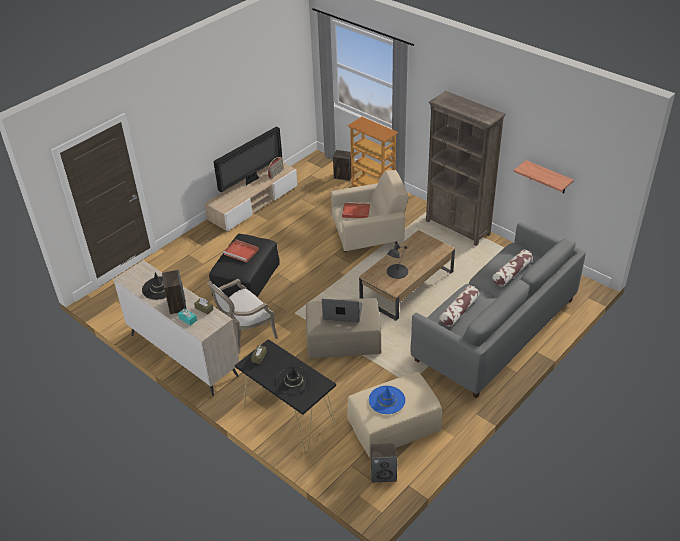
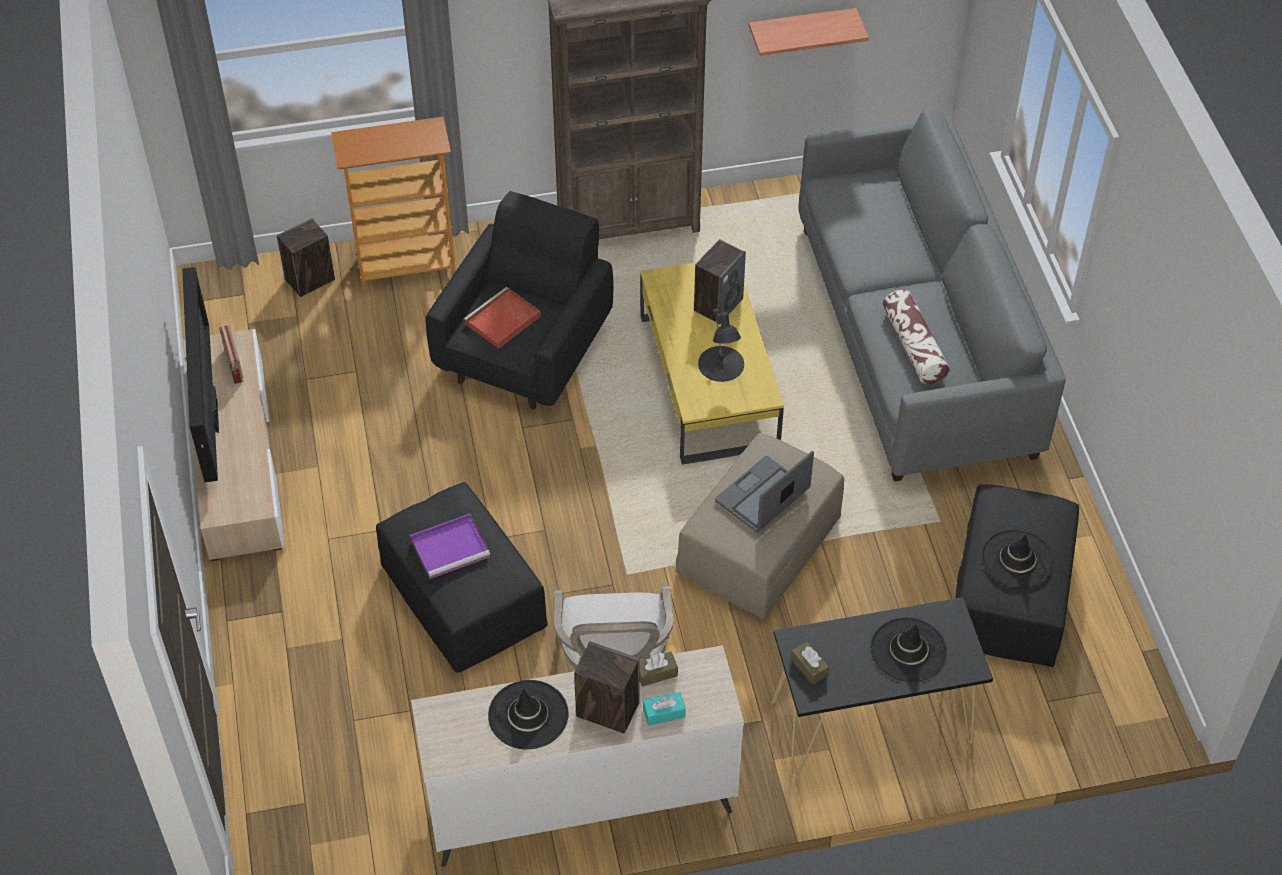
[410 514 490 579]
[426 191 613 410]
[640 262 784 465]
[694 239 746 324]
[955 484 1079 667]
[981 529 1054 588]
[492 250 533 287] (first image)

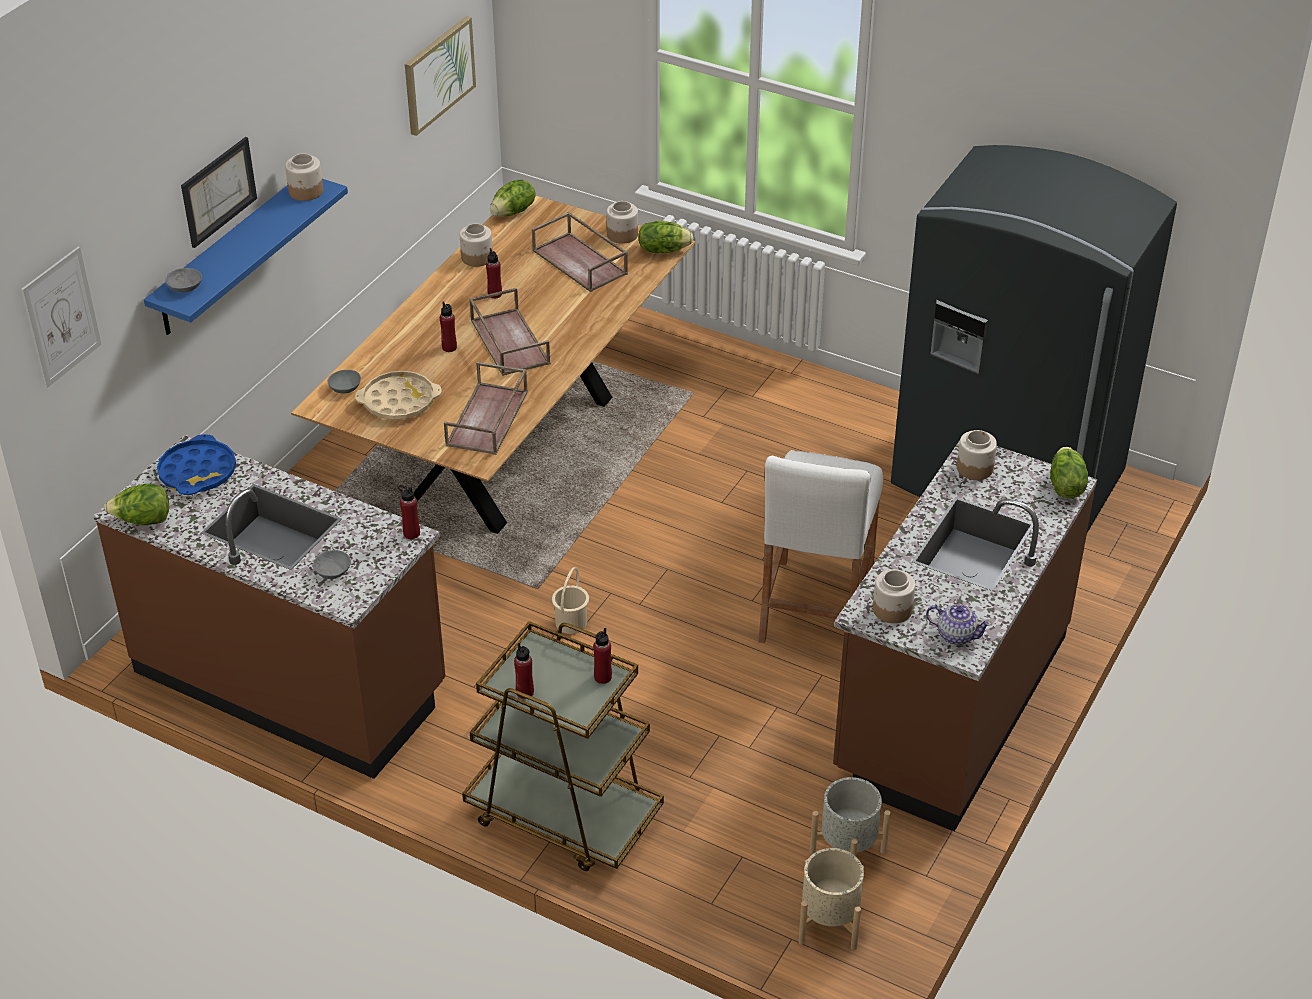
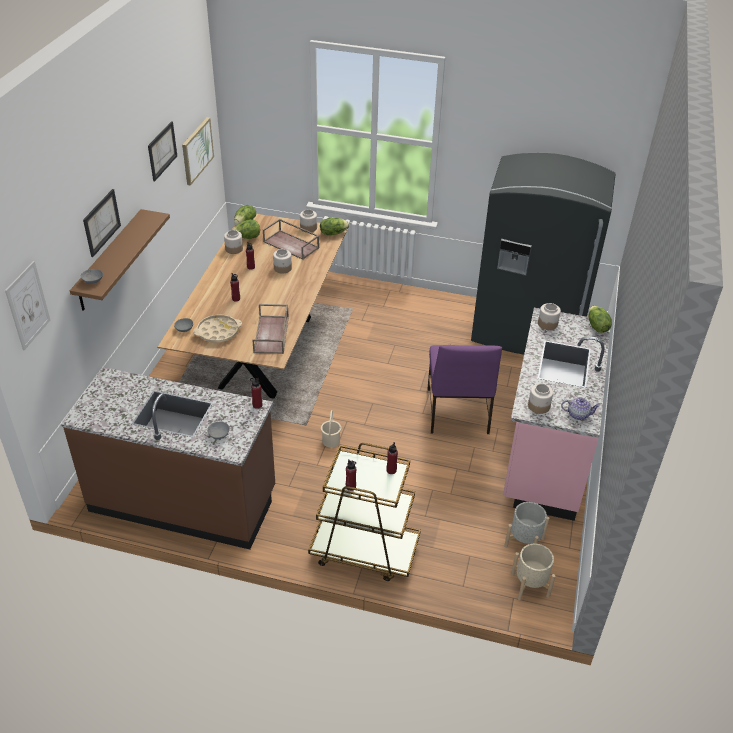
[70 209 170 311]
[148 121 177 181]
[232 219 260 239]
[273 249 292 273]
[427 345 502 434]
[503 308 610 521]
[157 434 236 495] (first image)
[469 288 550 376] (first image)

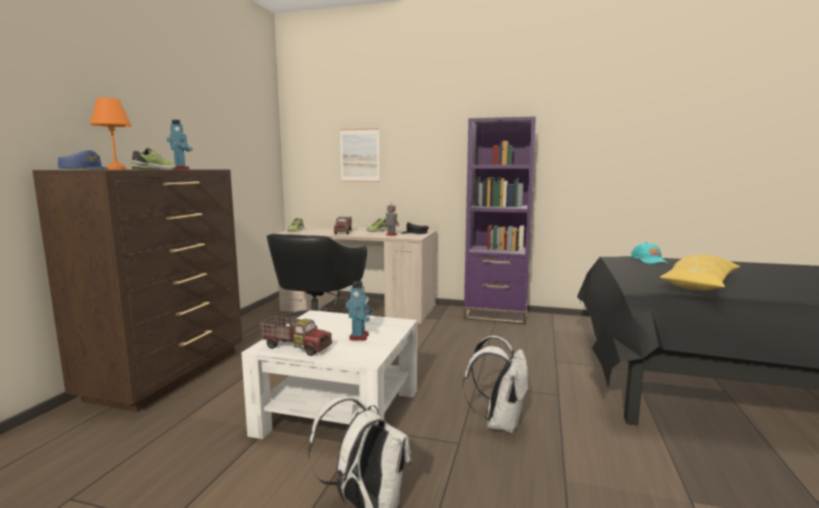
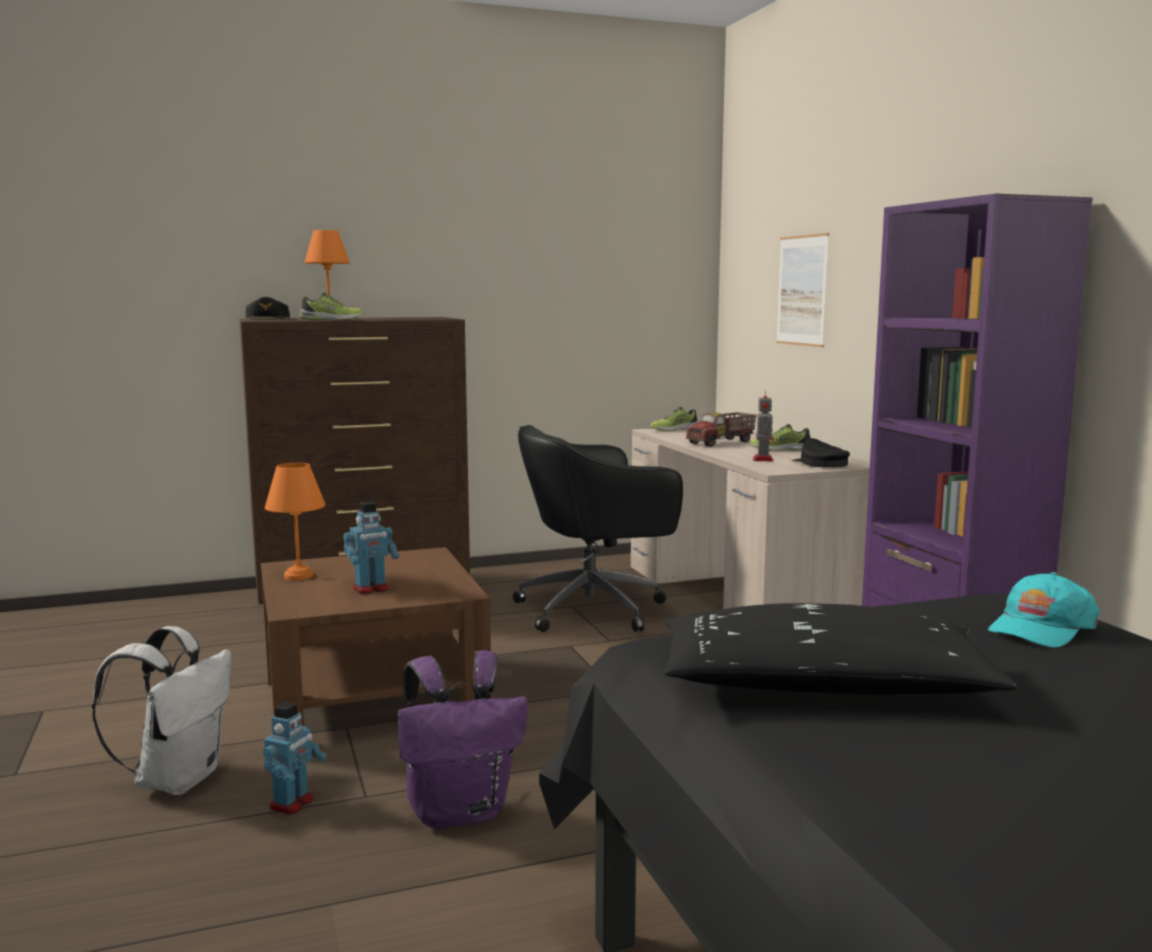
[246 297 290 320]
[261 547 492 726]
[263 702 327 814]
[265 463 325 580]
[398 650 528 829]
[664 603 1018 694]

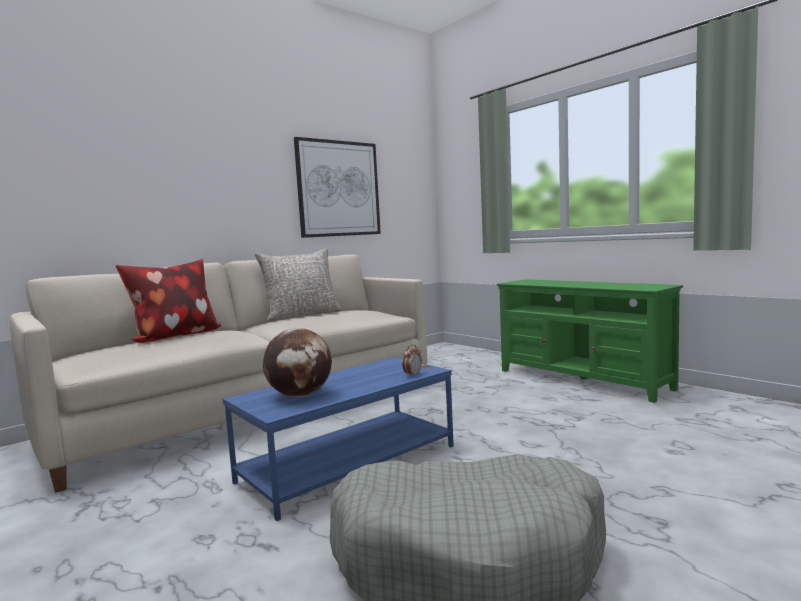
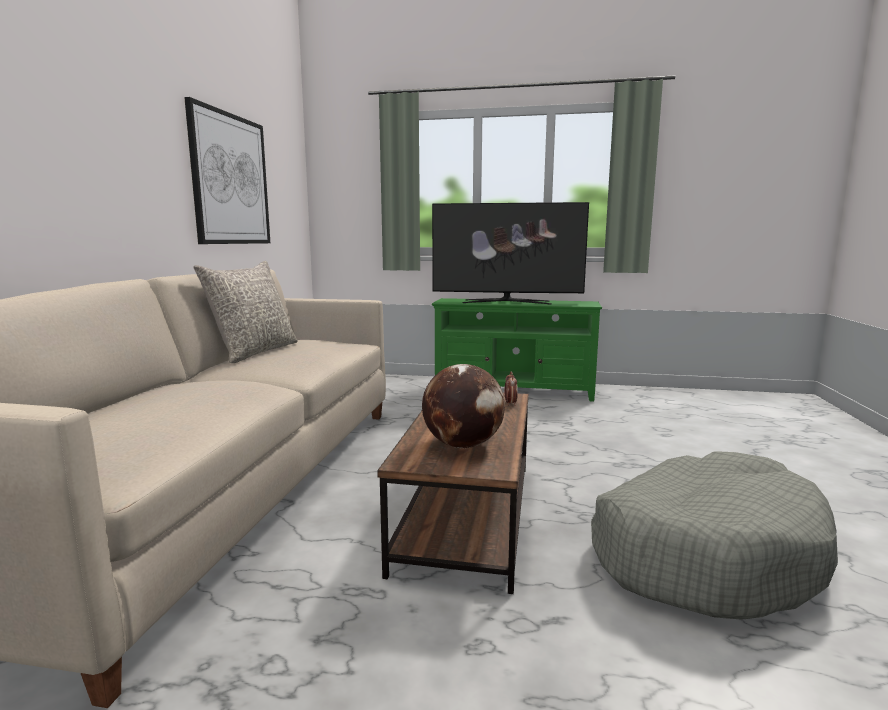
[377 393 529 594]
[432 202 589 305]
[116 259 221 343] (first image)

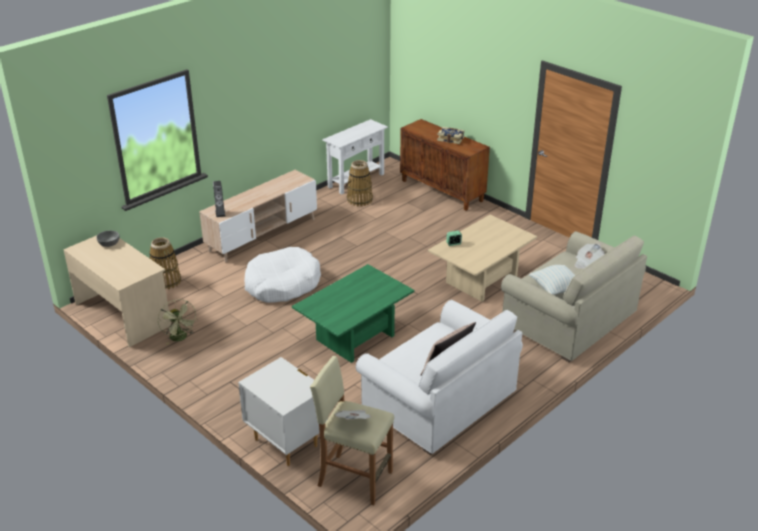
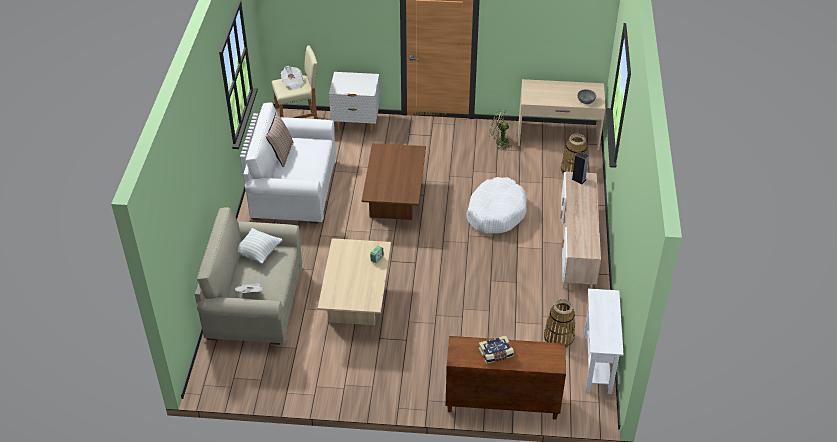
[362 143 426 220]

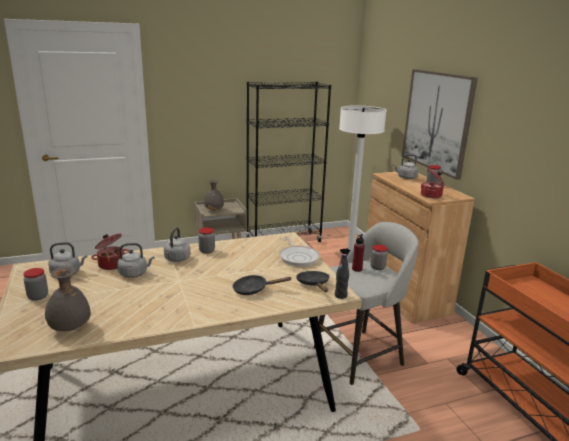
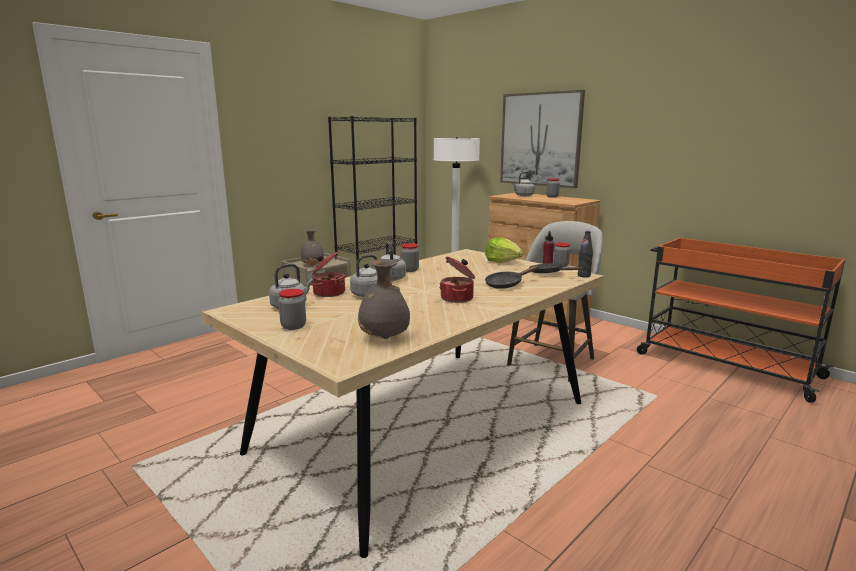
[439 256 475 303]
[485 237 523 263]

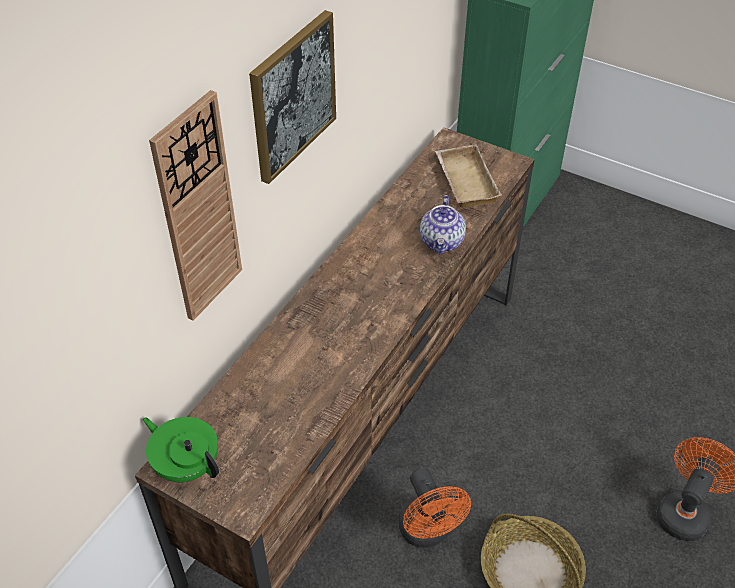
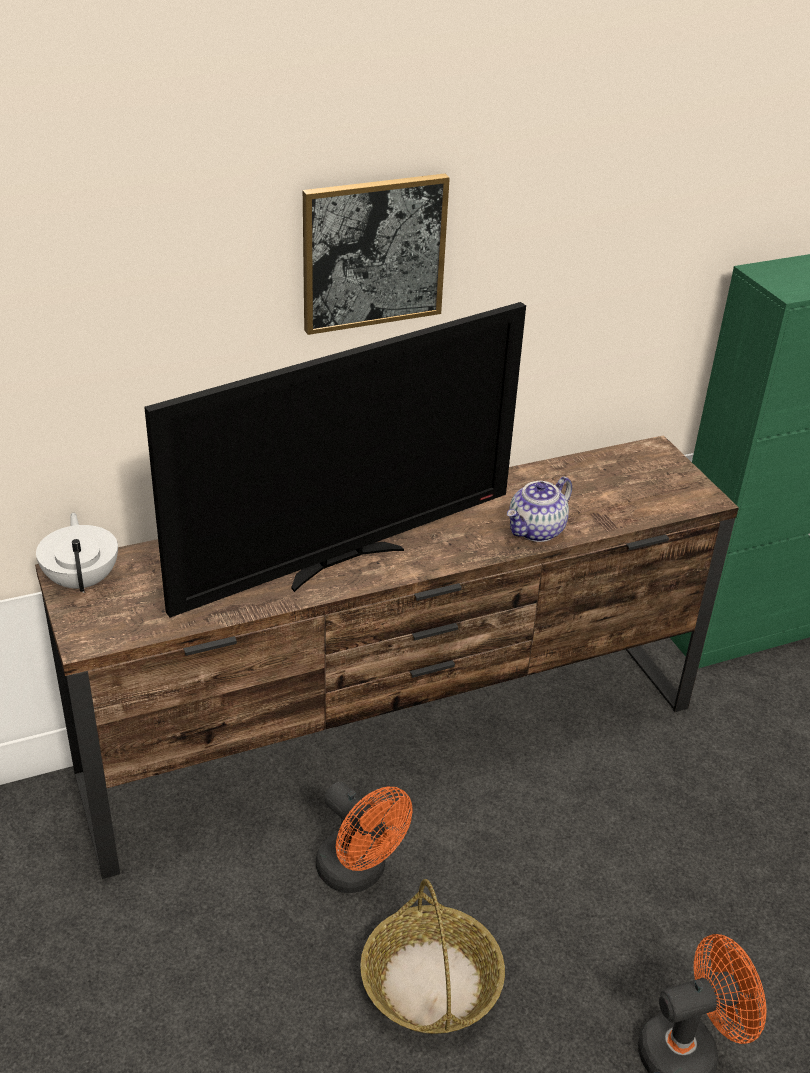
[36 513 118 593]
[144 302 526 618]
[316 782 413 893]
[149 90 242 321] (first image)
[435 144 502 208] (first image)

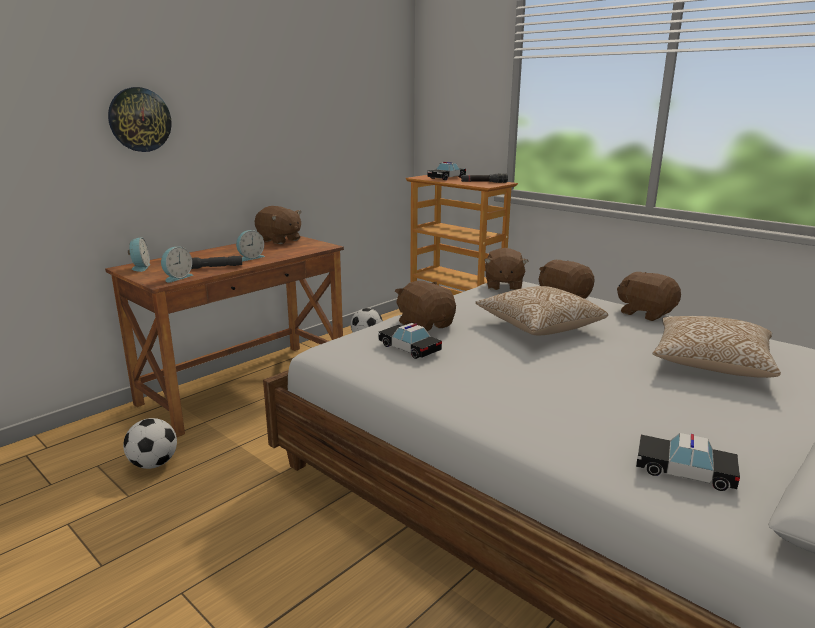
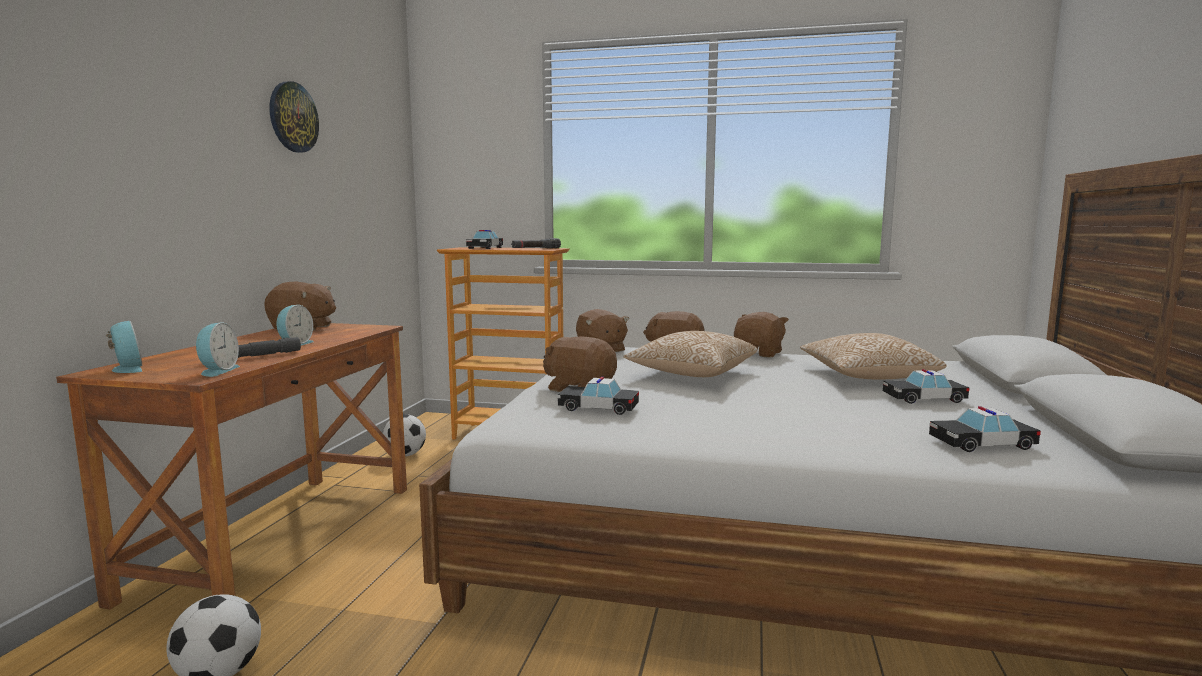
[269 81 319 153]
[734 312 789 358]
[883 369 970 404]

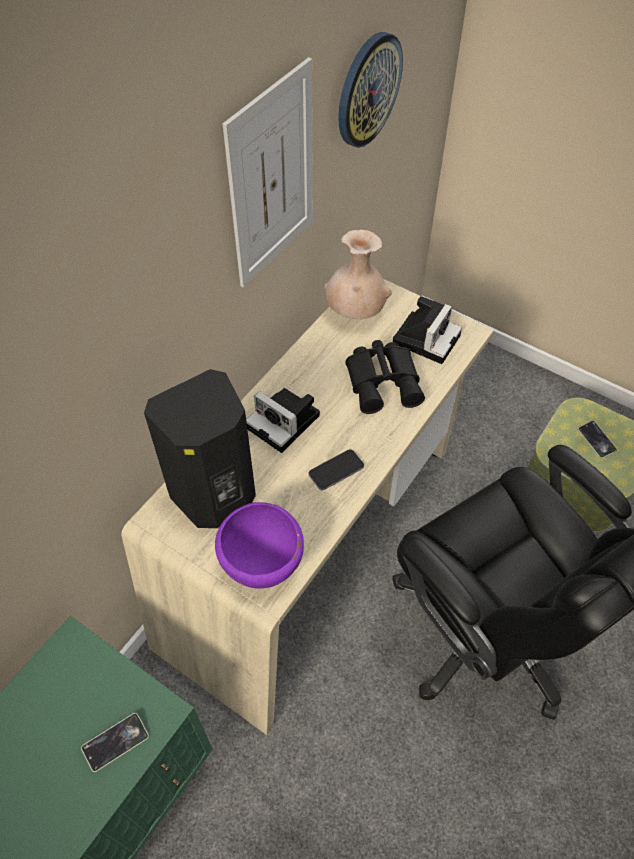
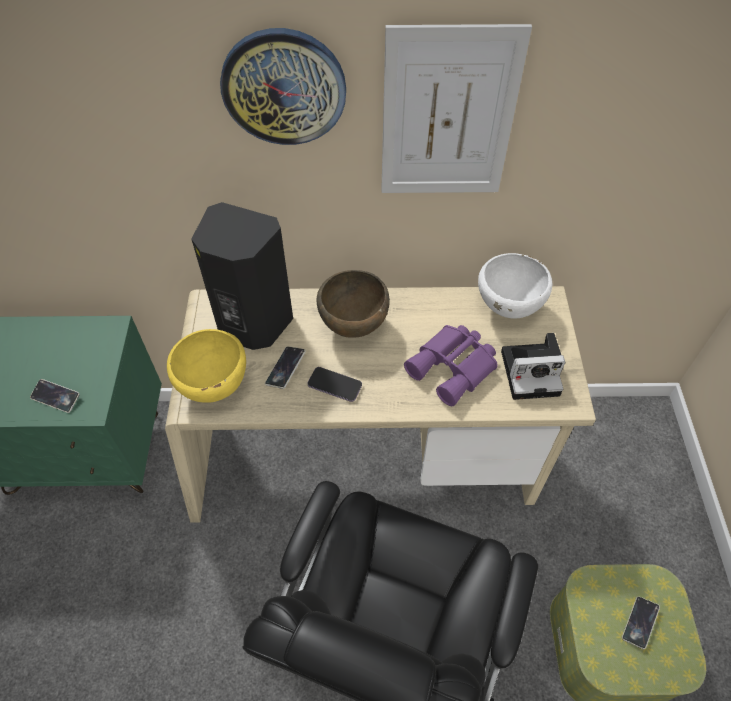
[167 329 246 403]
[220 28 346 145]
[265 346 306 389]
[317 270 390 338]
[404 325 498 406]
[478 253 552 319]

